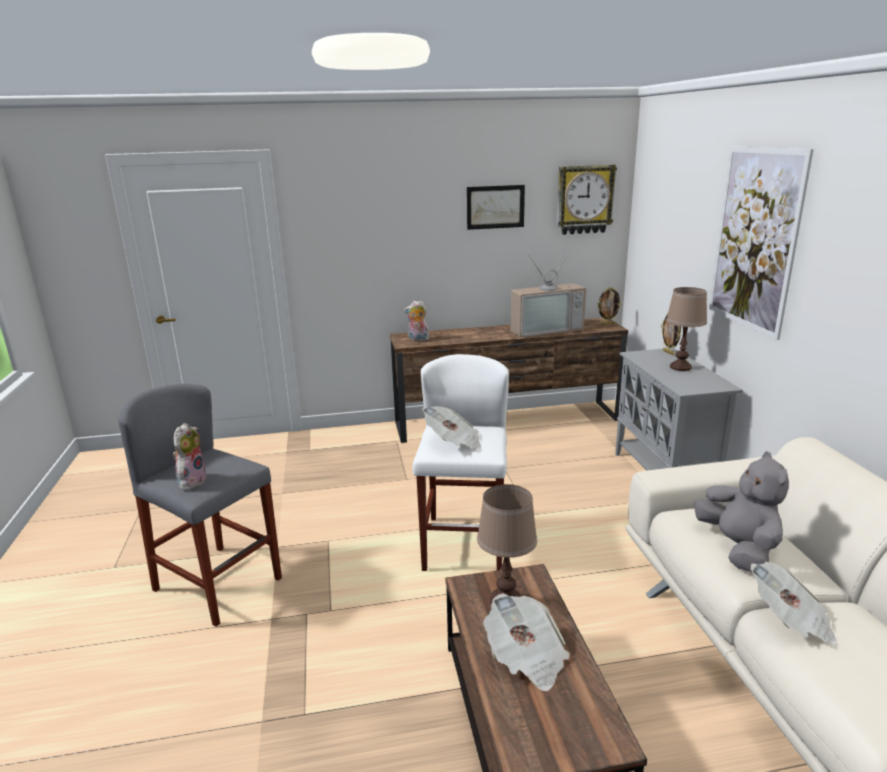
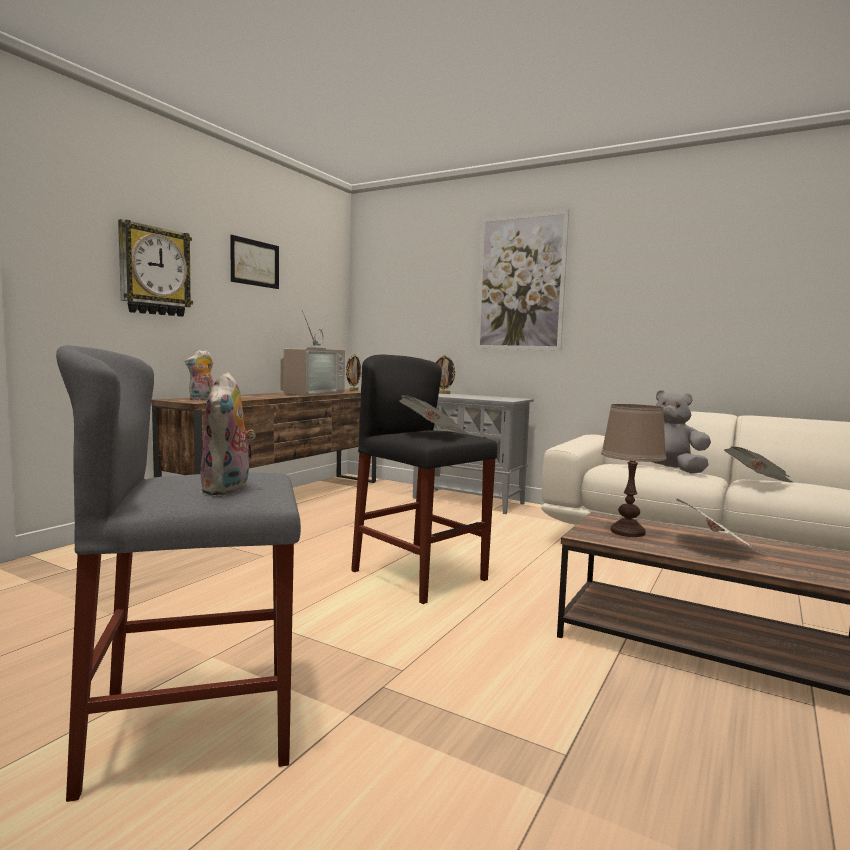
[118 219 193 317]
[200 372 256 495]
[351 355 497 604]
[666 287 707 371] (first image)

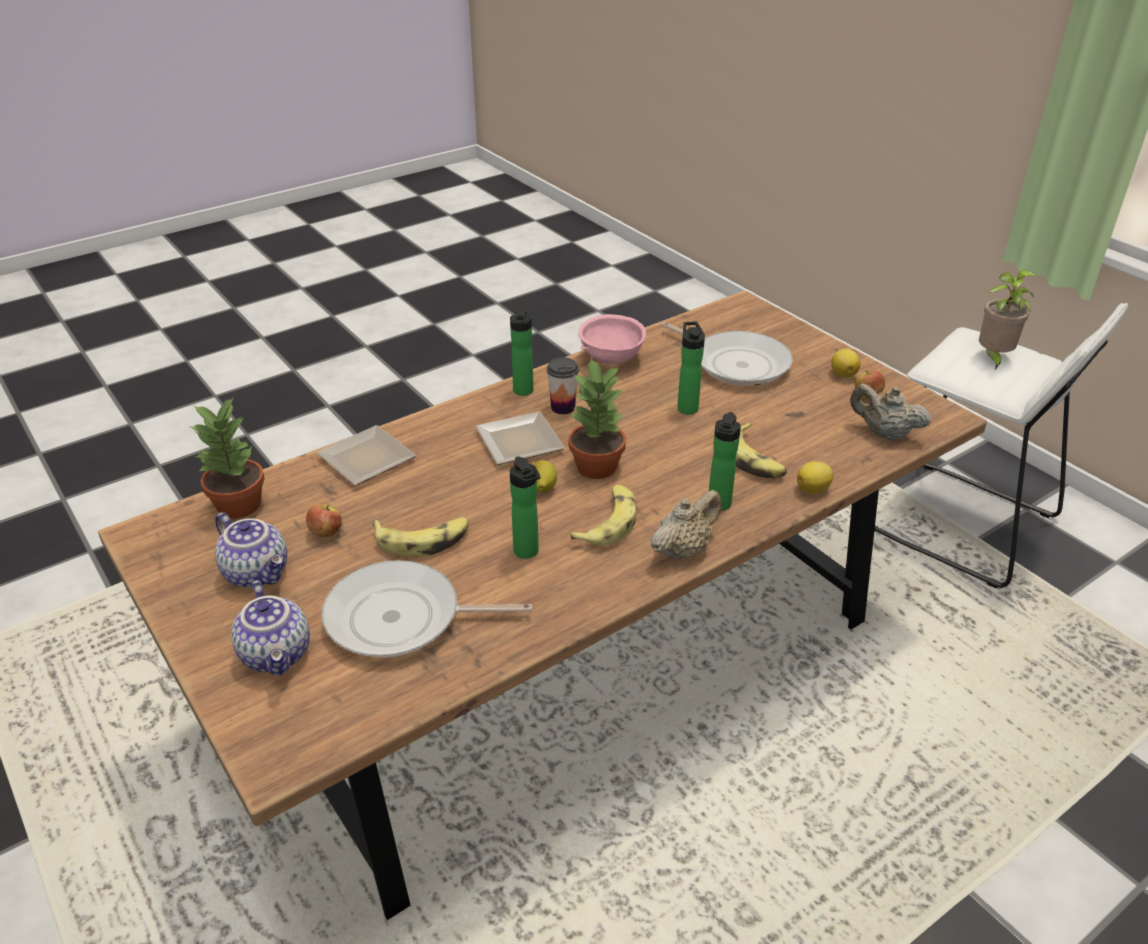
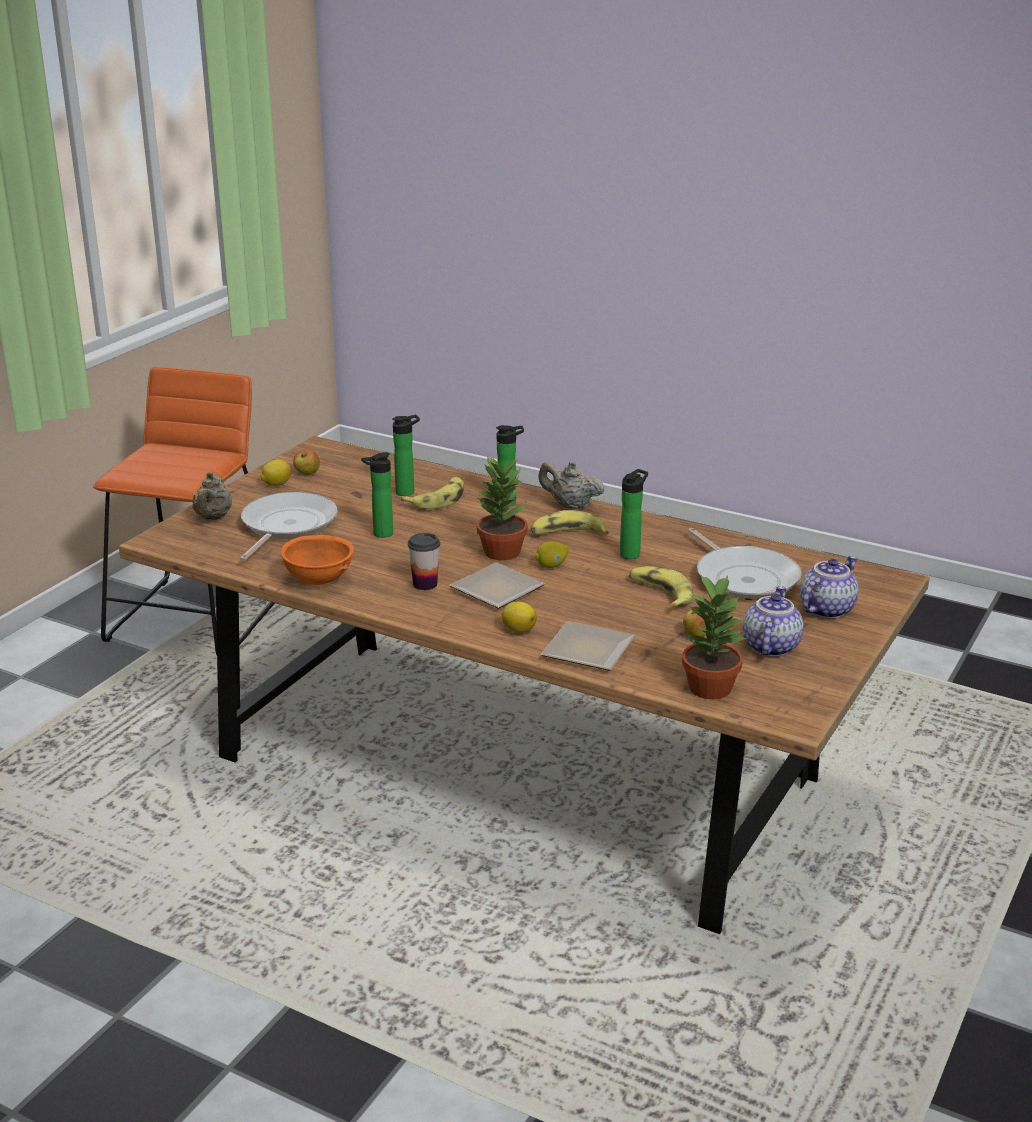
[93 367 275 655]
[192 471 232 520]
[281 535 354 585]
[392 414 420 496]
[502 602 537 633]
[979 270 1037 370] (first image)

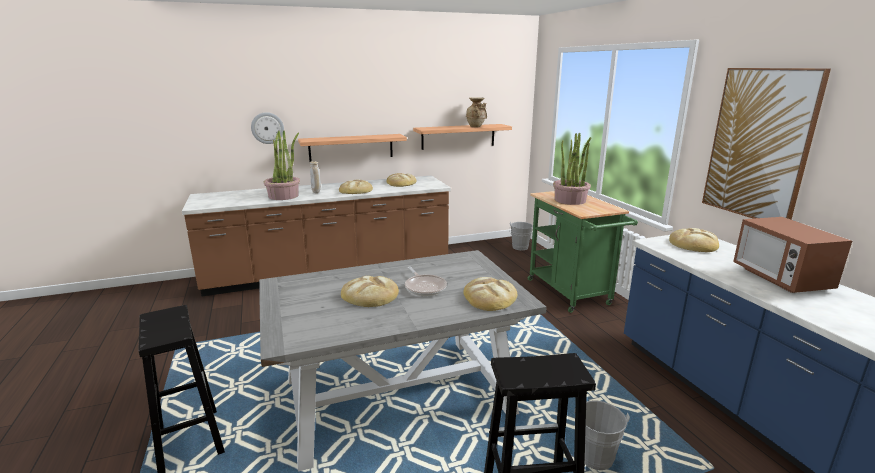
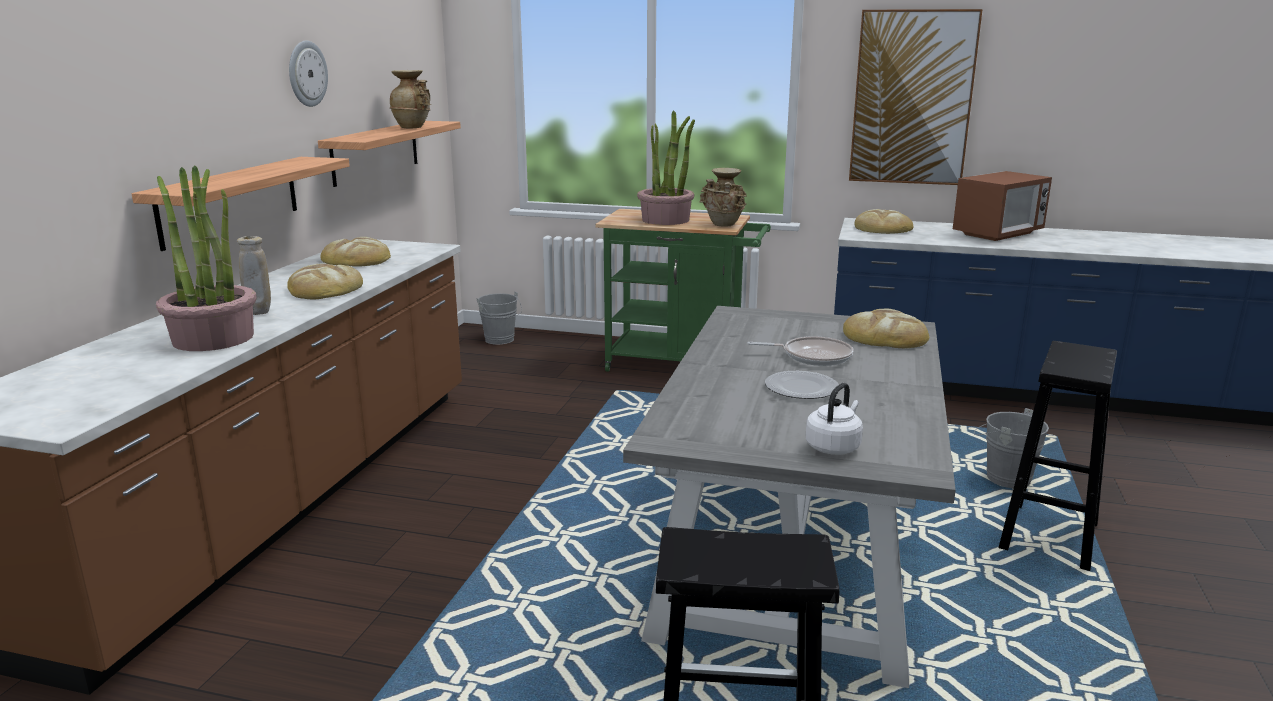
[289 41 328 107]
[700 168 747 227]
[765 371 839 399]
[806 383 863 455]
[953 171 1052 241]

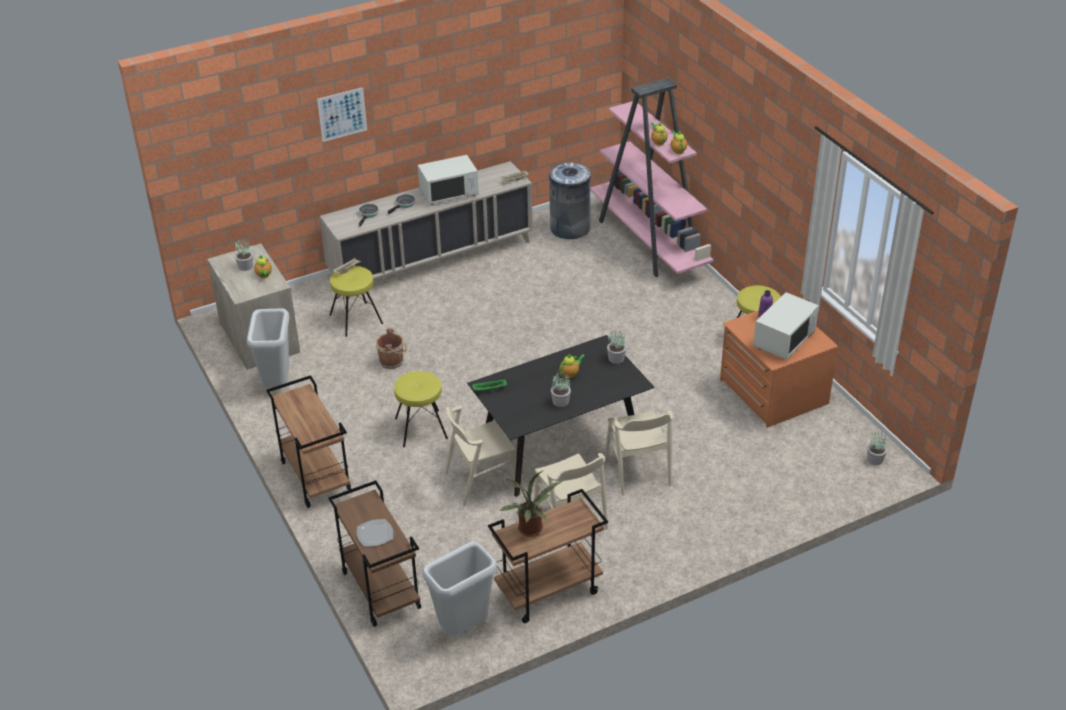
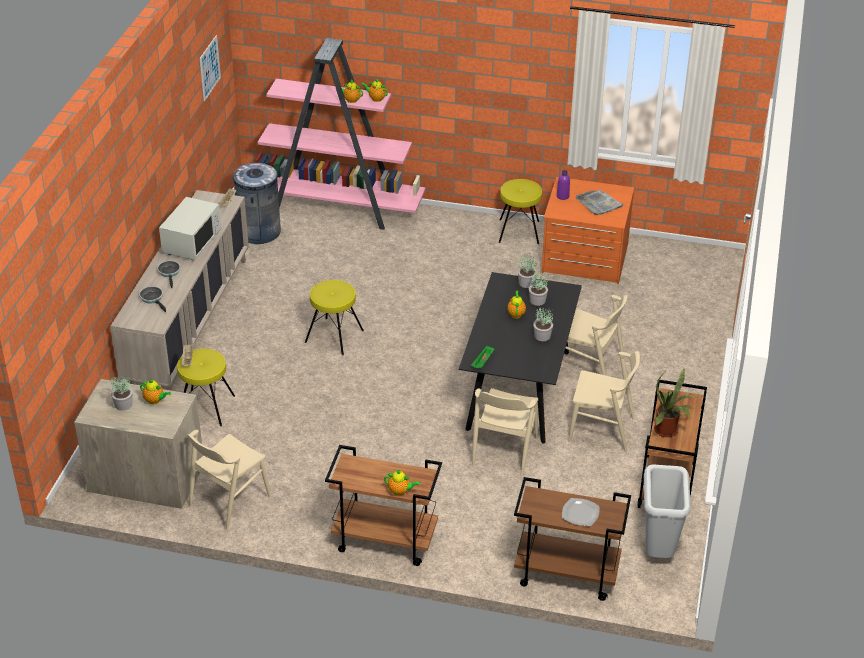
[187 430 271 531]
[200 35 221 101]
[305 280 364 355]
[384 470 421 496]
[529 271 548 306]
[576 190 625 215]
[376 328 407 369] (first image)

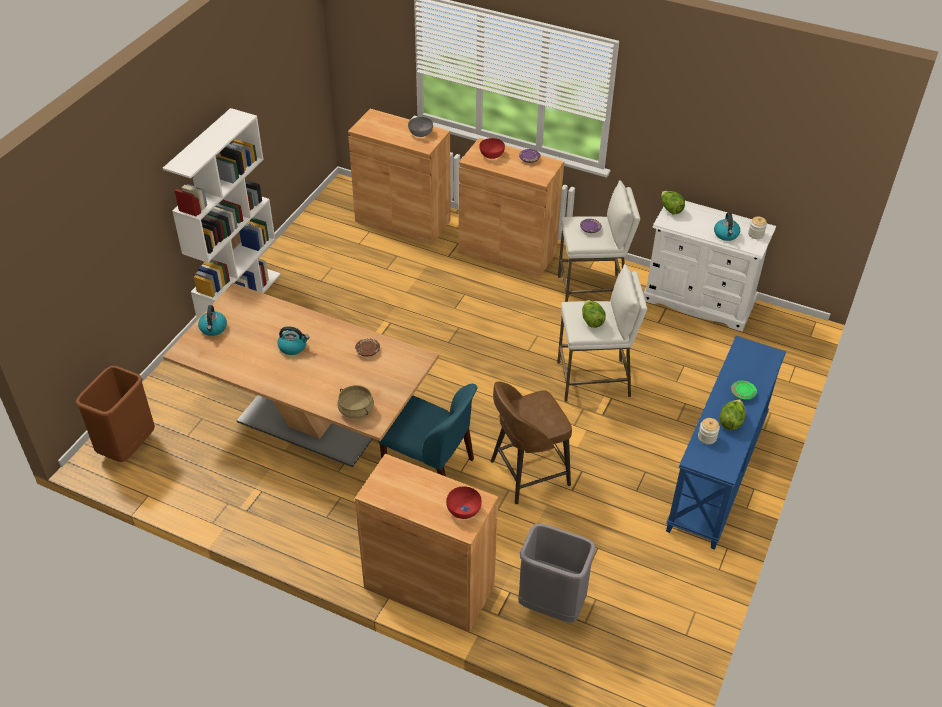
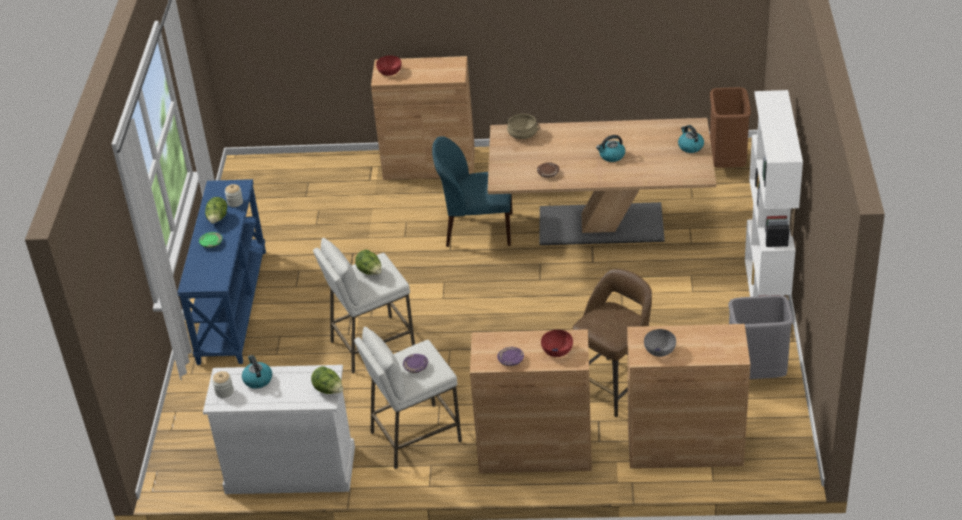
[572 269 652 417]
[728 295 794 379]

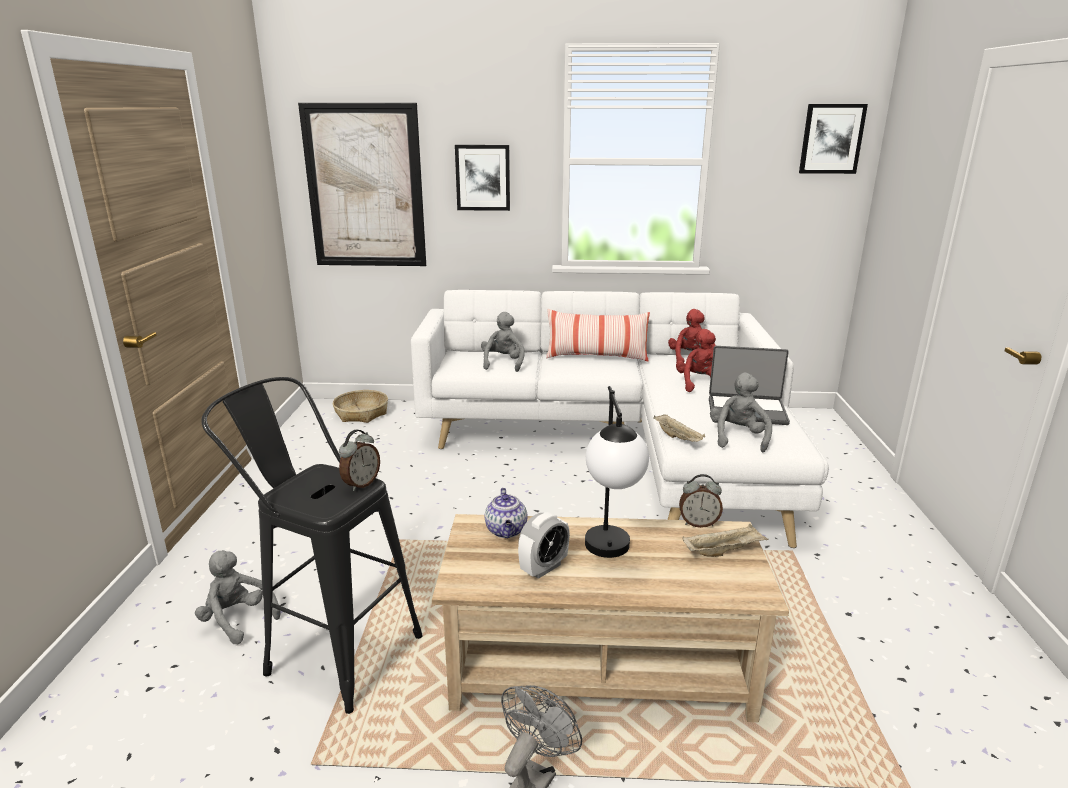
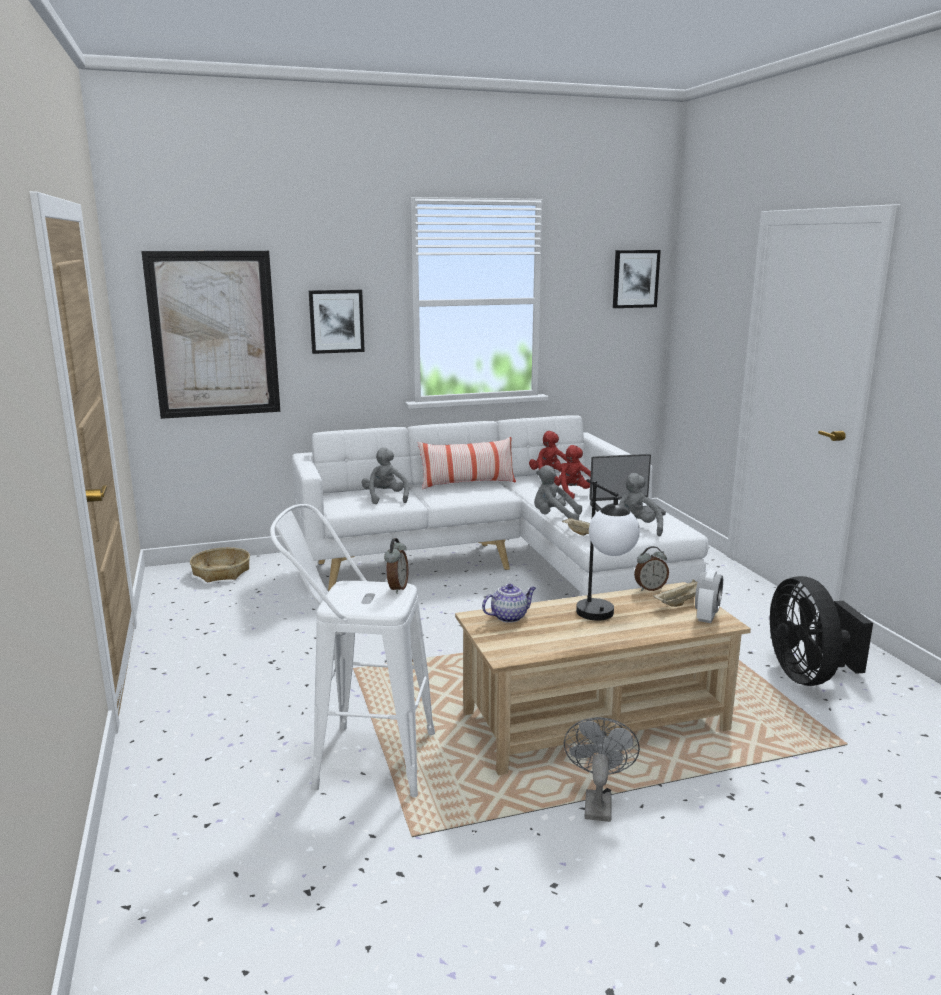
[270 504 435 797]
[482 584 536 623]
[534 465 582 520]
[695 570 723 623]
[770 576 873 686]

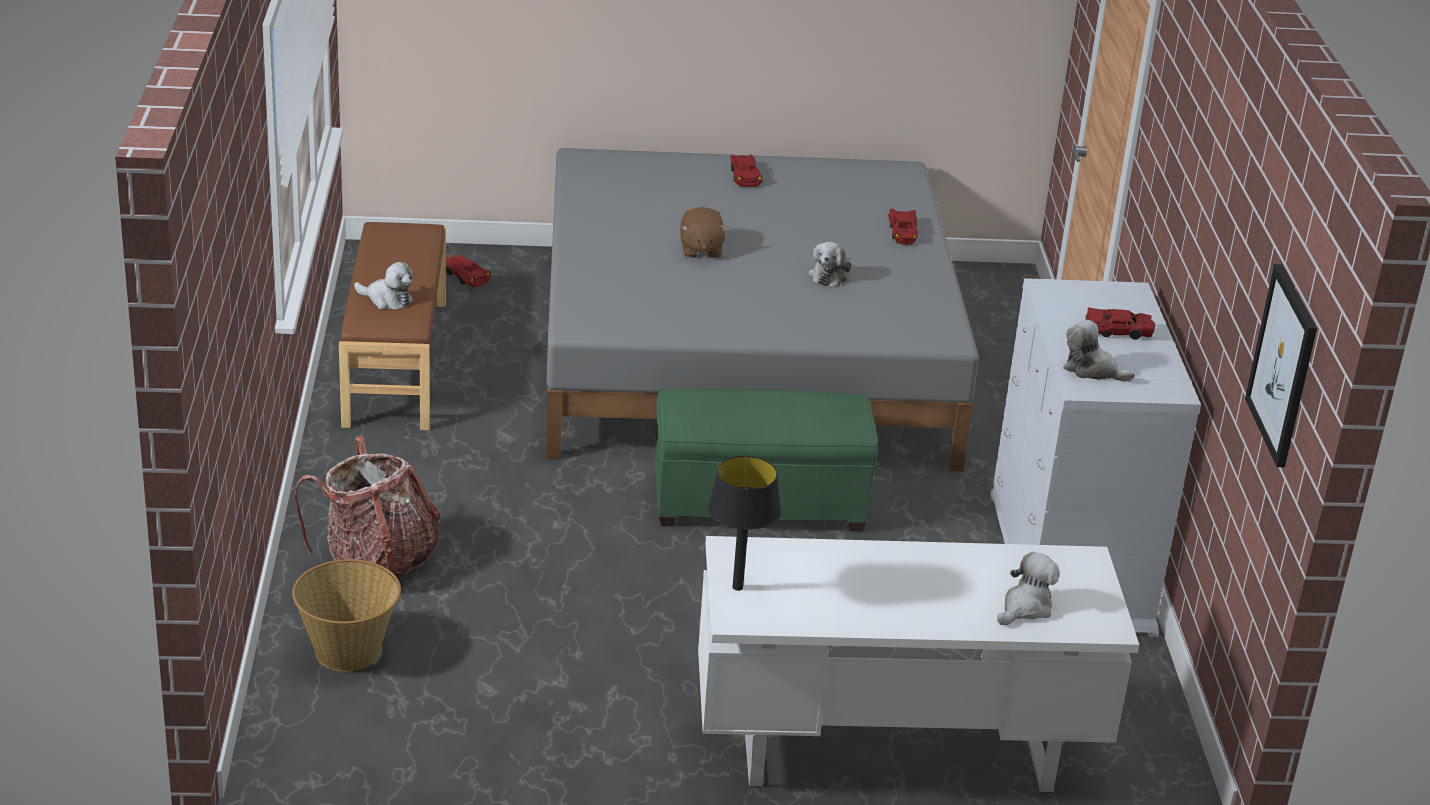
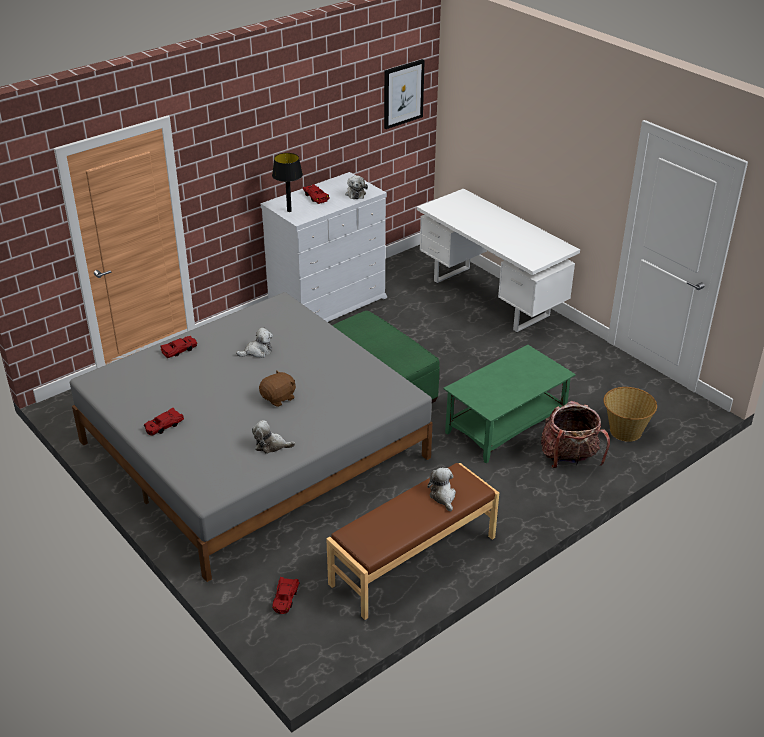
[252 420 296 454]
[272 153 303 212]
[443 345 576 463]

